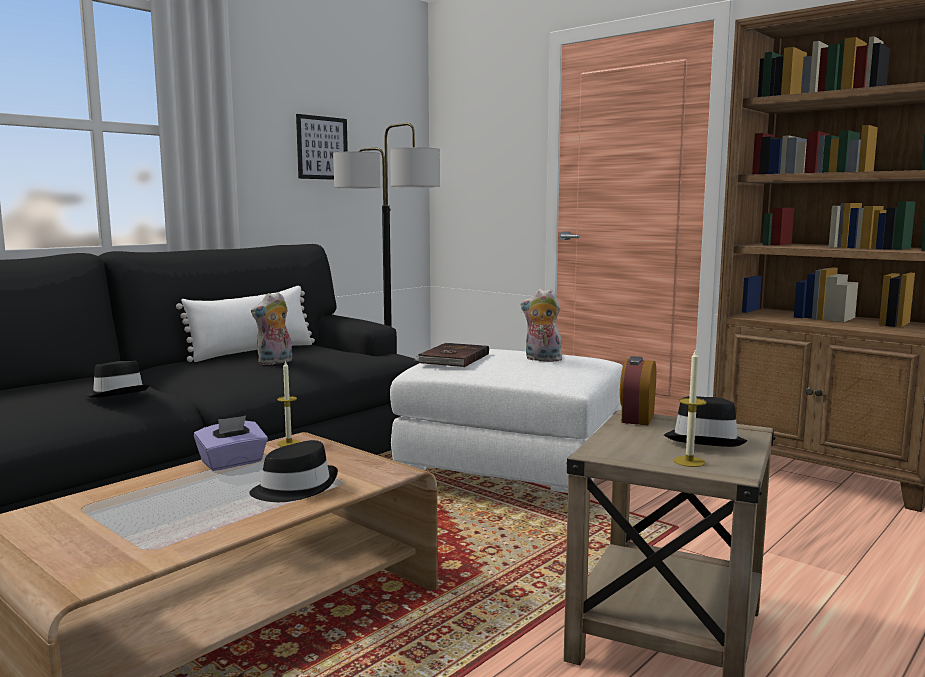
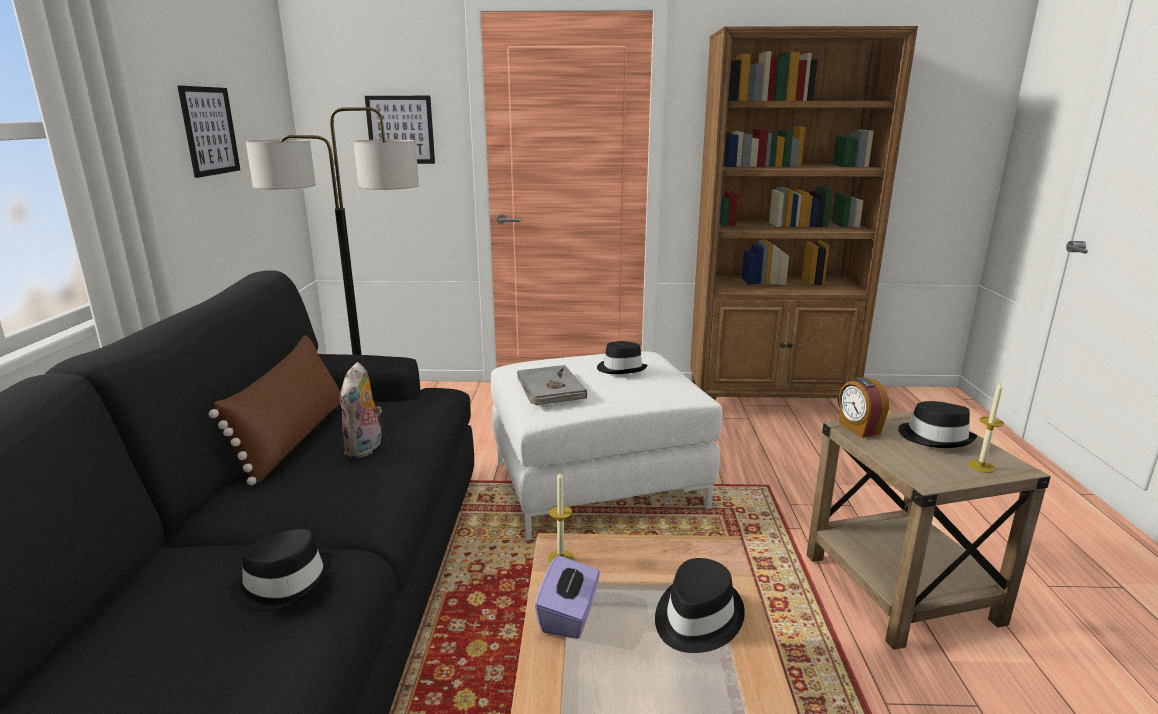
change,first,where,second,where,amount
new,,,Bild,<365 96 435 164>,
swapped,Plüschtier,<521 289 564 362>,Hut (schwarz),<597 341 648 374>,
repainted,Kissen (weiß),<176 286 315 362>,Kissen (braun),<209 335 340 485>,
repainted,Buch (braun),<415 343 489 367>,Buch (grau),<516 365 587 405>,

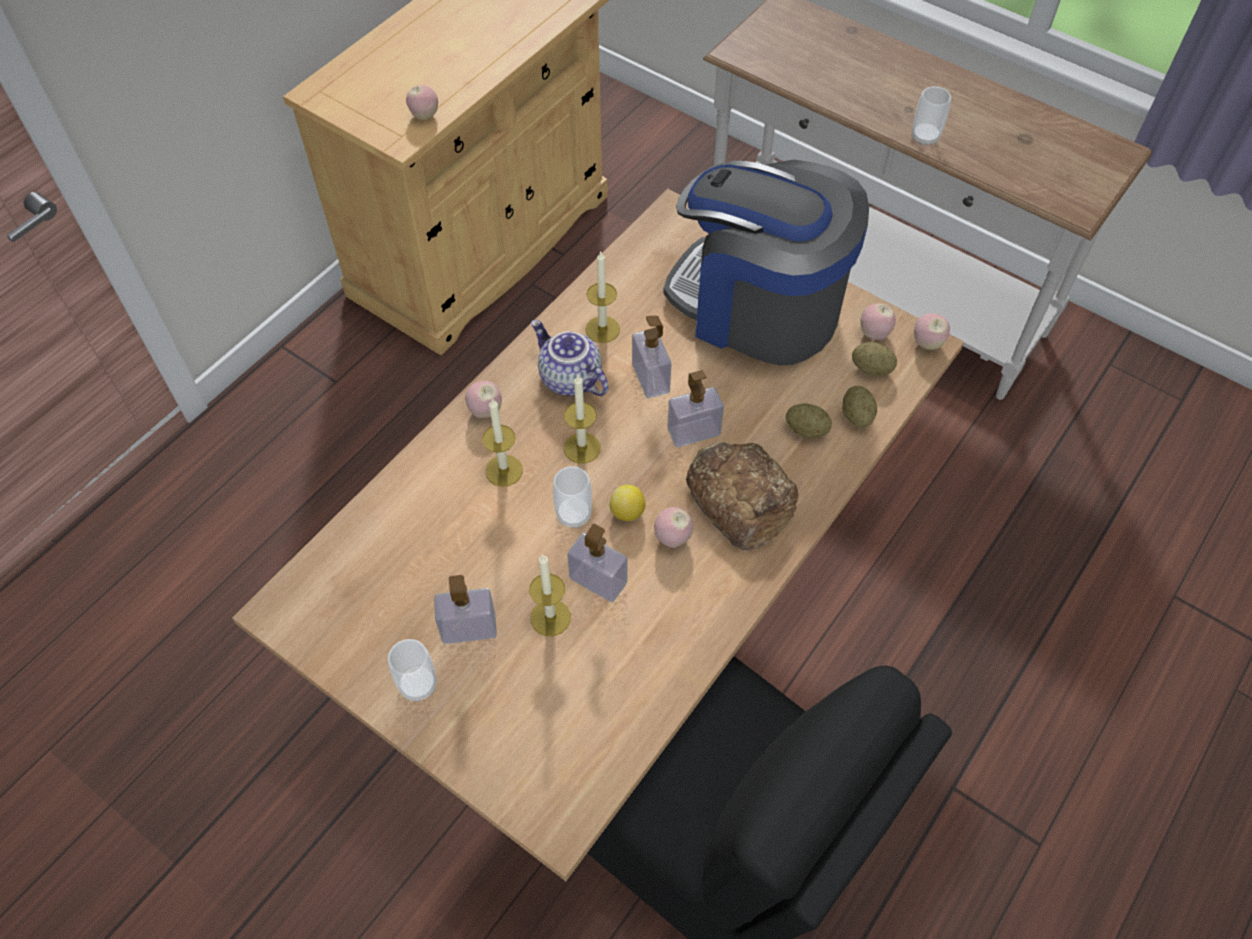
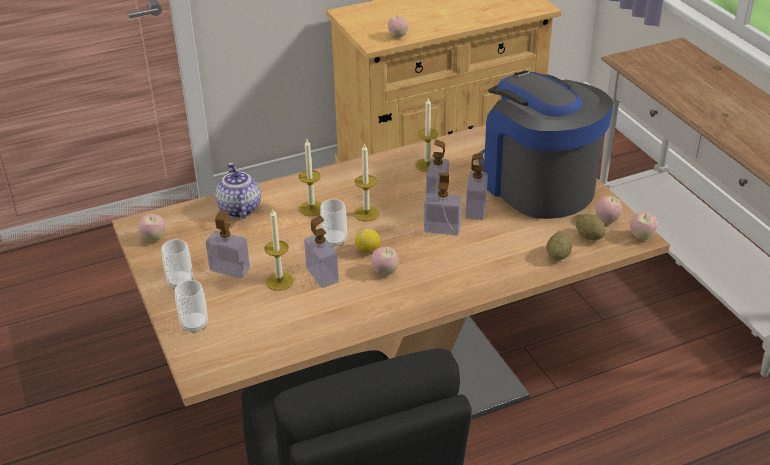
change,first,where,second,where,amount
gone,Brot,<686 442 798 550>,,,
gone,Kartoffel,<786 404 832 438>,,,
new,,,Seifenspender,<465 153 488 220>,
shifted,Apfel,<465 381 502 418>,,<138 214 165 241>,
shifted,Teekanne,<531 320 609 396>,,<215 162 261 219>,
shifted,Tasse,<912 86 951 146>,,<175 280 208 333>,

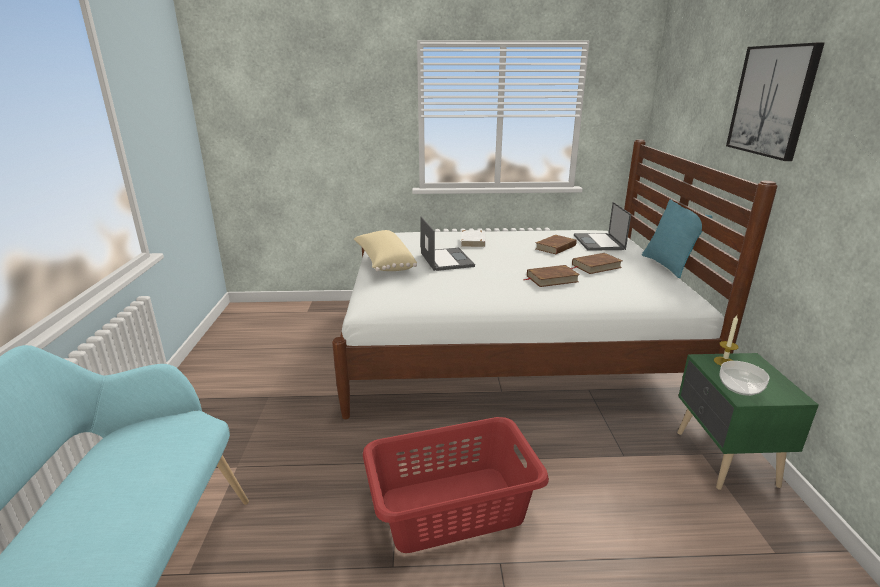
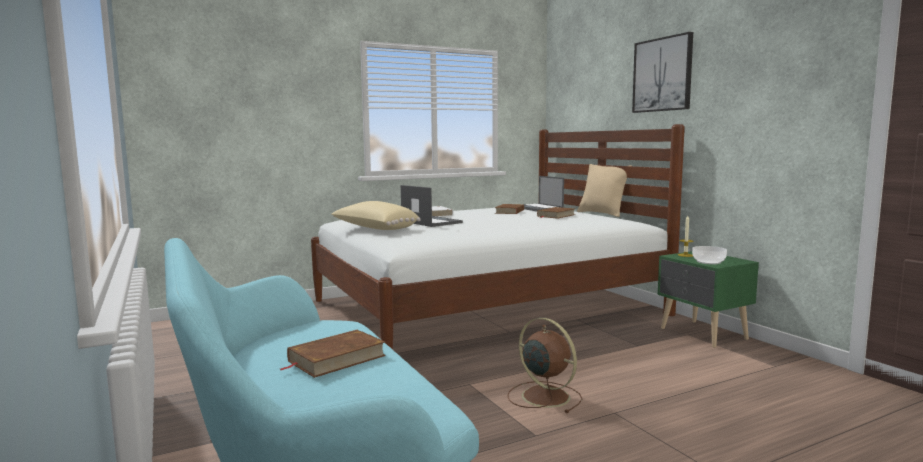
change,first,where,second,where,amount
shifted,Buch (braun),<522 265 580 287>,,<281 329 386 378>,
swapped,Wäschekorb (rot),<363 417 549 553>,Ventilator (braun),<507 318 582 413>,
repainted,Kissen (türkis),<642 199 712 278>,Kissen (beige),<577 164 632 217>,

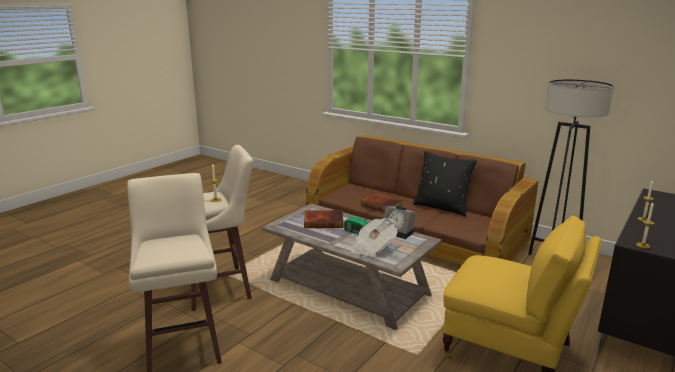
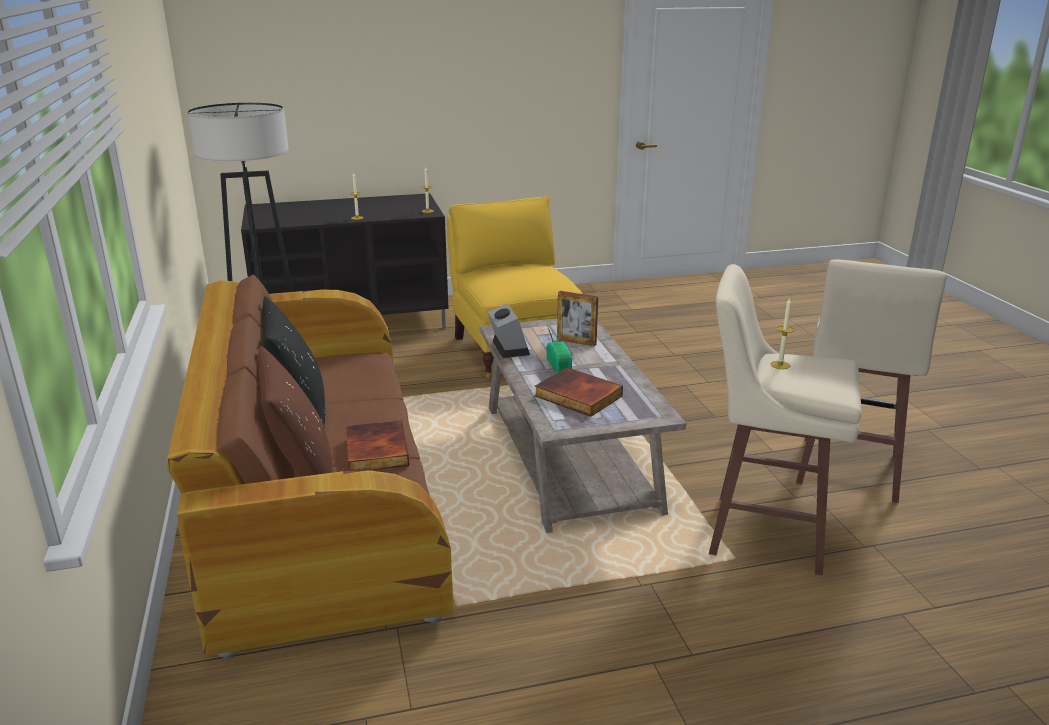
change,first,where,second,where,amount
new,,,Kissen (braun),<258 346 333 477>,
swapped,Zeitung,<351 218 397 256>,Bilderrahmen,<557 291 598 346>,

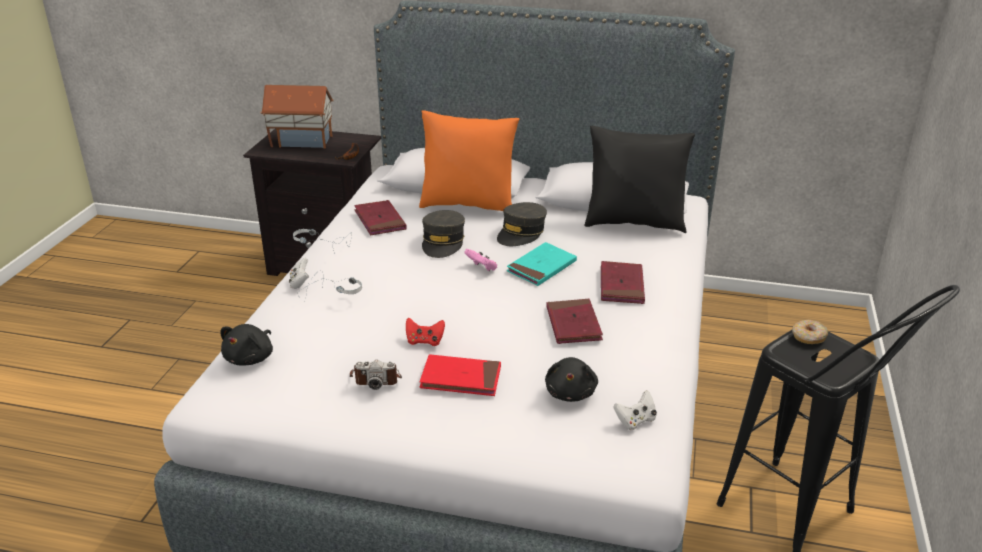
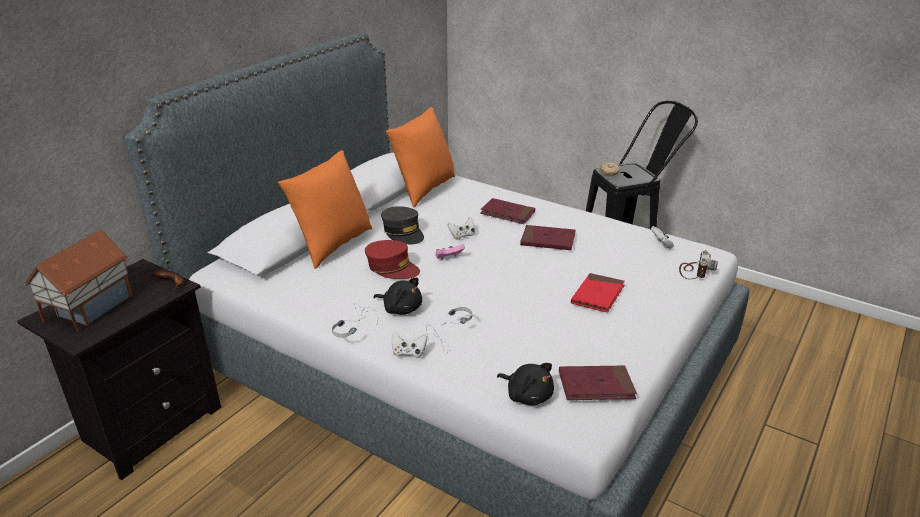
change,first,where,second,where,amount
gone,Gamepad (rot),<406 318 445 346>,,,
shifted,Kamera,<350 360 402 390>,,<679 250 718 279>,
shifted,Buch (rot),<354 200 407 235>,,<559 365 637 400>,
shifted,Plüschtier (schwarz),<545 357 598 402>,,<373 278 422 315>,
swapped,Buch (türkis),<507 242 577 286>,Gamepad (weiß),<447 217 475 240>,
repainted,Kappe (grau),<422 210 465 258>,Kappe (rot),<365 240 420 279>,
repainted,Kissen (schwarz),<585 126 695 233>,Kissen (orange),<386 107 455 207>,

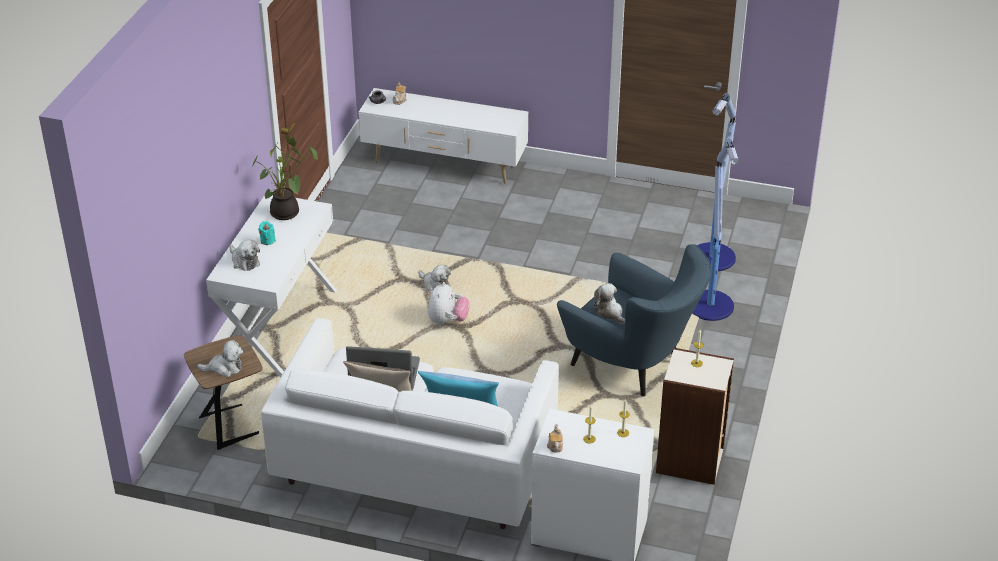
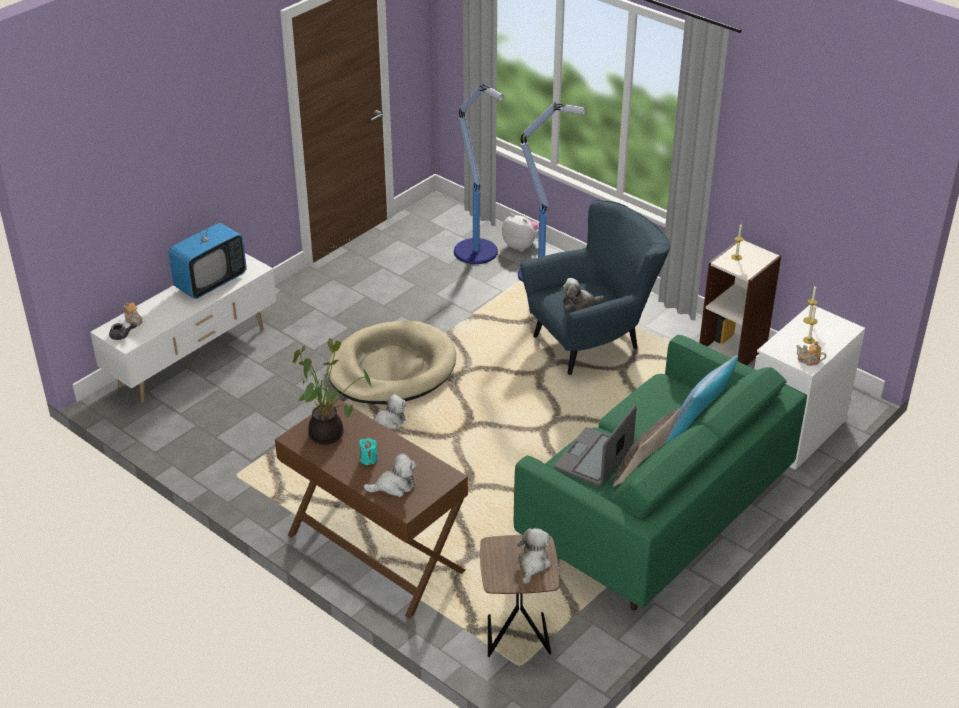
change,first,where,second,where,amount
new,,,Fernseher,<168 204 247 299>,
new,,,Hundebett (beige),<327 321 456 405>,
shifted,Plüschtier,<428 282 470 325>,,<502 213 539 252>,
repainted,Konsolentisch (weiß),<206 195 337 377>,Konsolentisch (braun),<275 398 468 619>,
repainted,Sofa (weiß),<261 318 559 529>,Sofa (grün),<514 335 807 610>,

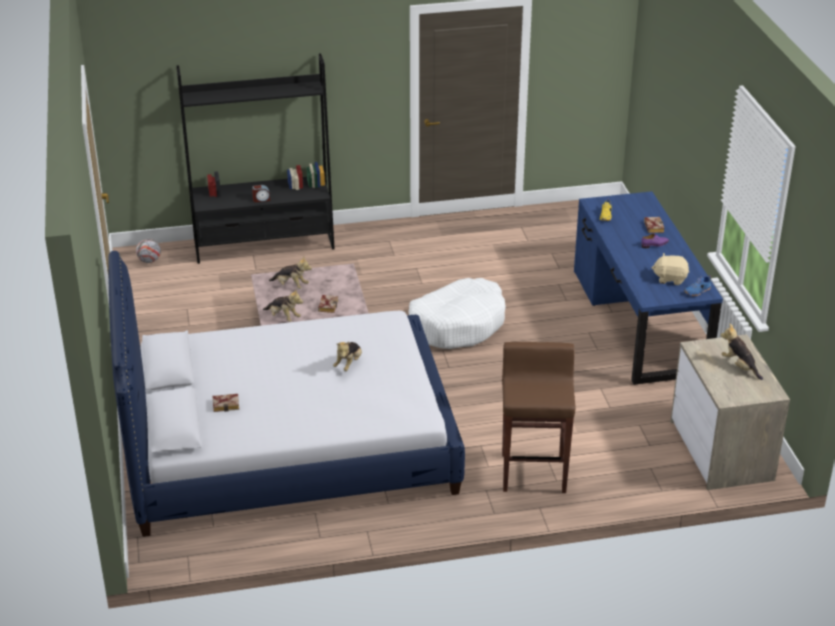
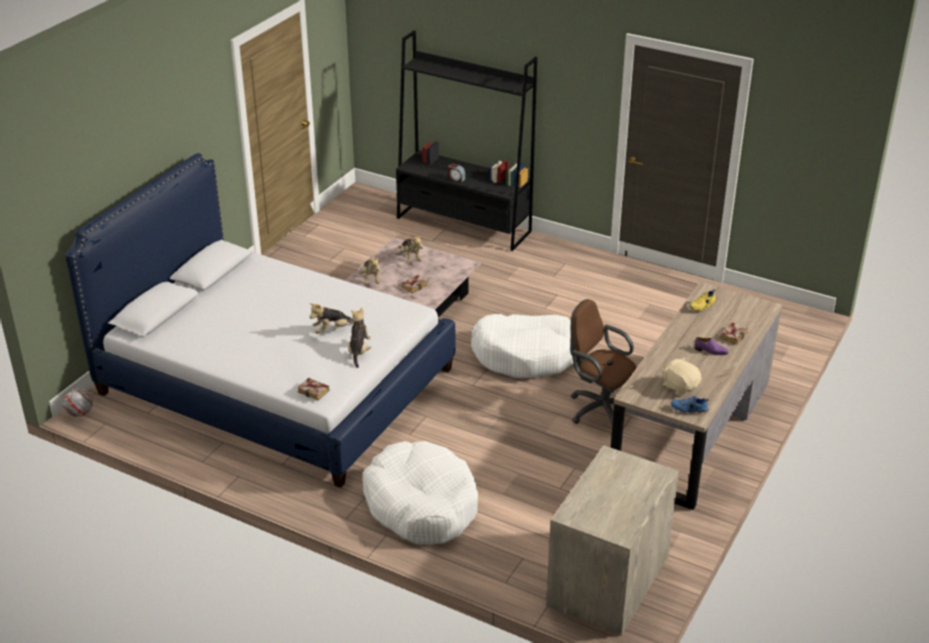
change,first,where,second,where,amount
new,,,Bürostuhl (braun),<570 299 636 424>,
shifted,Fußball,<136 239 161 263>,,<63 388 93 417>,
shifted,Buch,<213 394 239 412>,,<297 378 329 400>,
shifted,Plüschtier,<721 324 763 380>,,<348 307 371 368>,
swapped,Hocker (braun),<502 342 576 493>,Hundebett (weiß),<363 441 478 544>,
repainted,Schreibtisch (blau),<574 191 723 385>,Schreibtisch (braun),<611 282 782 510>,

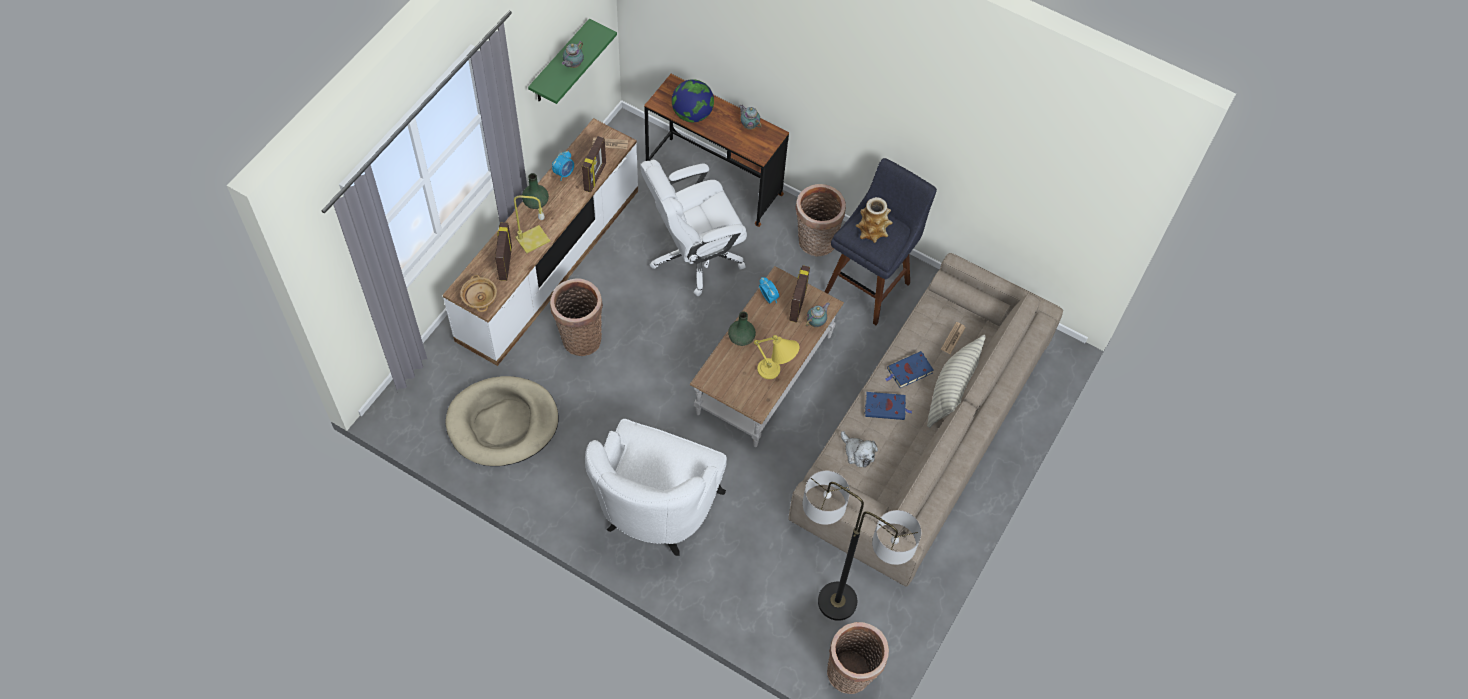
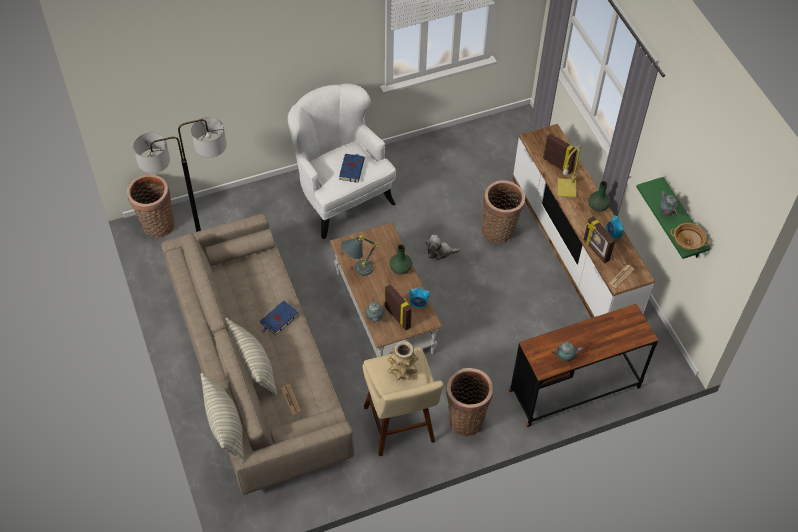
change,first,where,second,where,amount
gone,Hundebett (beige),<445 376 559 466>,,,
gone,Bürostuhl (weiß),<640 160 747 296>,,,
gone,Globus,<672 79 714 122>,,,
new,,,Kissen,<201 373 244 464>,
shifted,Schüssel (beige),<460 275 497 312>,,<670 223 710 250>,
shifted,Plüschtier,<841 431 878 468>,,<426 235 460 261>,
shifted,Buch (blau),<885 351 934 388>,,<339 154 365 182>,
repainted,Tischlampe (gelb),<754 335 799 379>,Tischlampe (grau),<341 235 378 276>,
repainted,Hocker (blau),<825 158 937 325>,Hocker (beige),<362 347 443 456>,

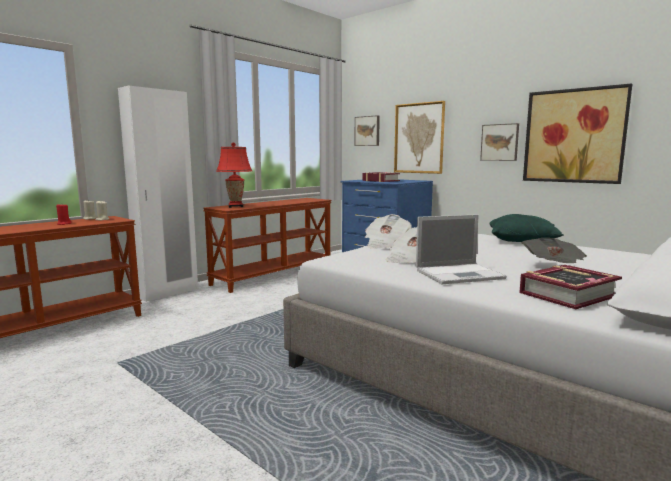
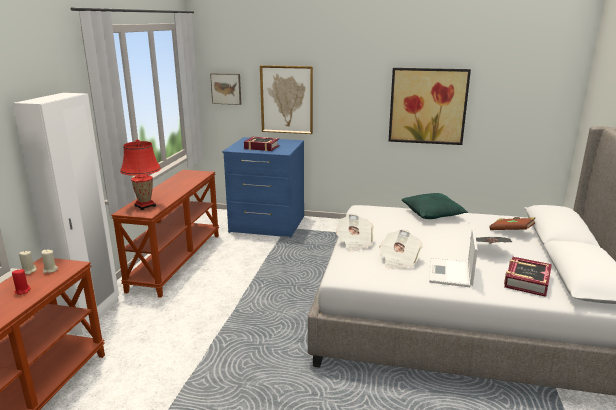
change,first,where,second,where,amount
gone,Bild,<480 123 519 161>,,,
new,,,Buch (braun),<489 217 535 230>,
rotated,Laptop,<416 214 507 284>,,<429 228 478 287>,150 degrees clockwise

